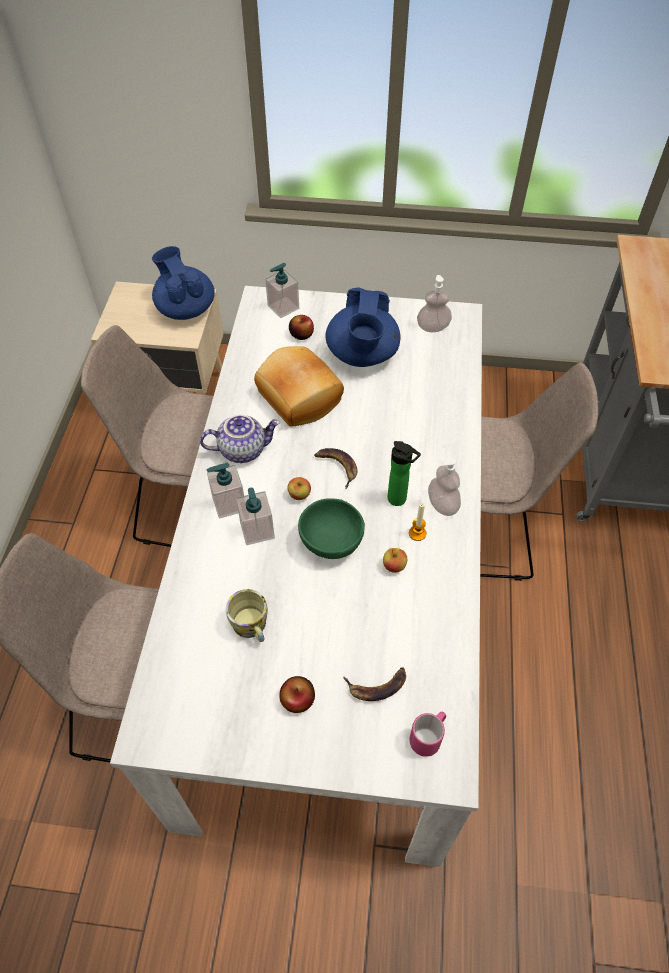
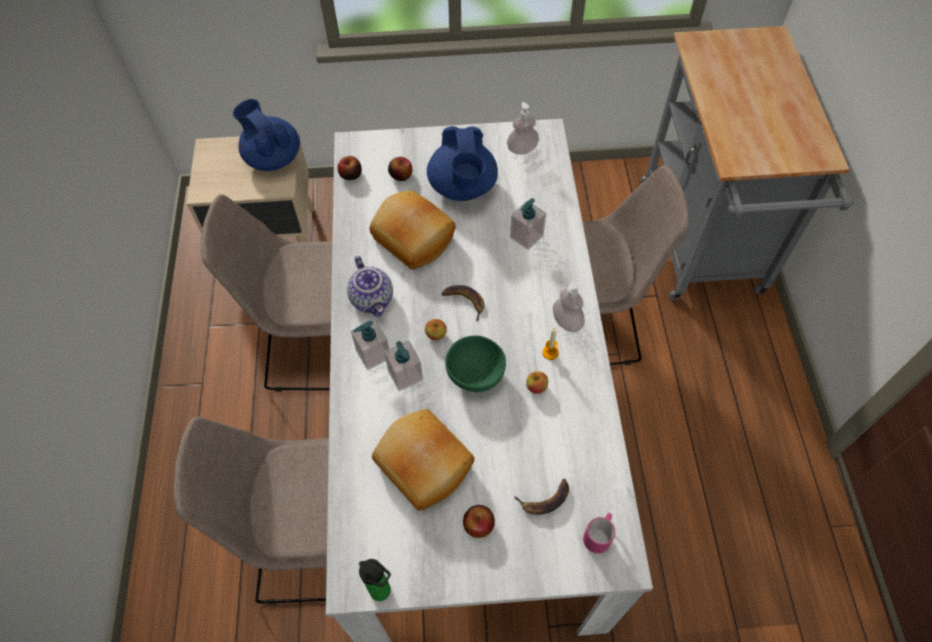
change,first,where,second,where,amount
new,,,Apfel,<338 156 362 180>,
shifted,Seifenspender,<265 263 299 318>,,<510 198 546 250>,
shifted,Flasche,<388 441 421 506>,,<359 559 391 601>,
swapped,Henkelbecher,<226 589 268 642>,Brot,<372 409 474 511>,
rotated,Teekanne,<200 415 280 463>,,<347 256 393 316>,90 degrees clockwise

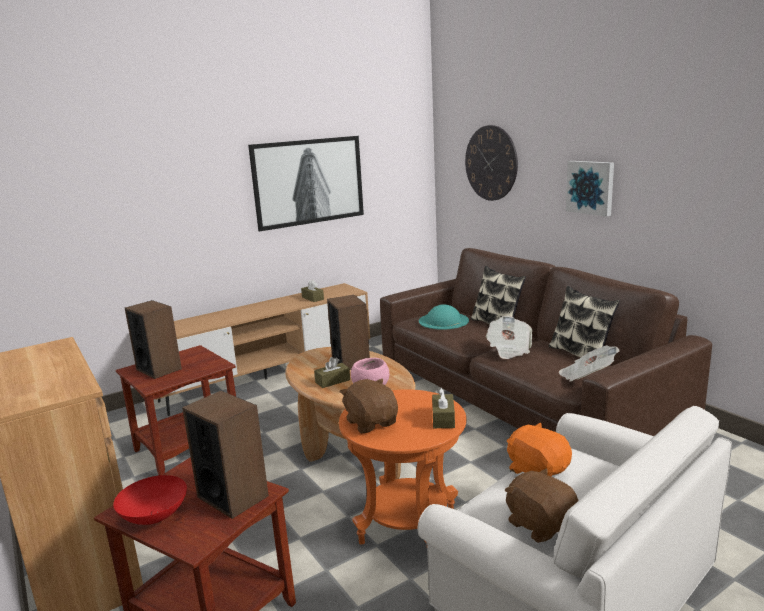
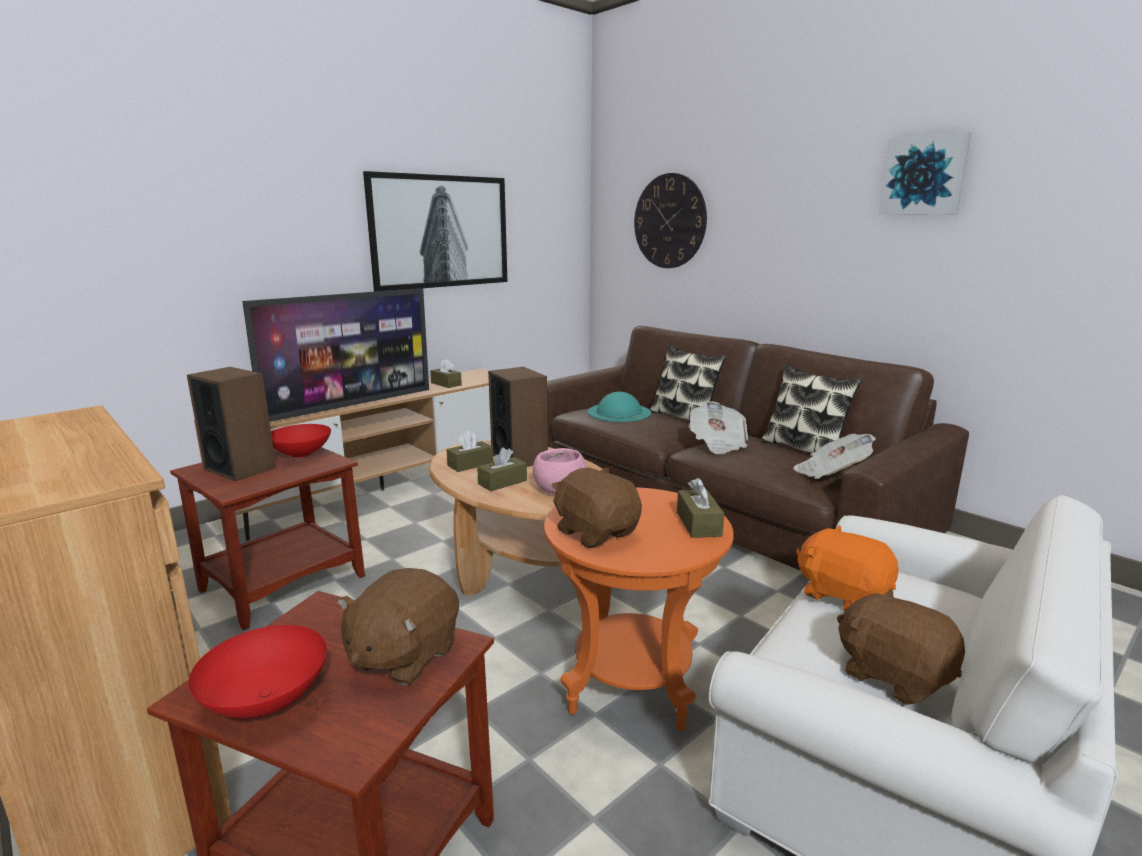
change,first,where,second,where,amount
new,,,Fernseher,<242 288 429 422>,
new,,,Schüssel (rot),<271 424 331 458>,
new,,,Taschentuchbox (braun),<446 431 494 472>,
shifted,Bild,<566 161 614 217>,,<879 132 972 215>,
swapped,Lautsprecher,<182 391 269 519>,Plüschtier (braun),<337 568 459 685>,

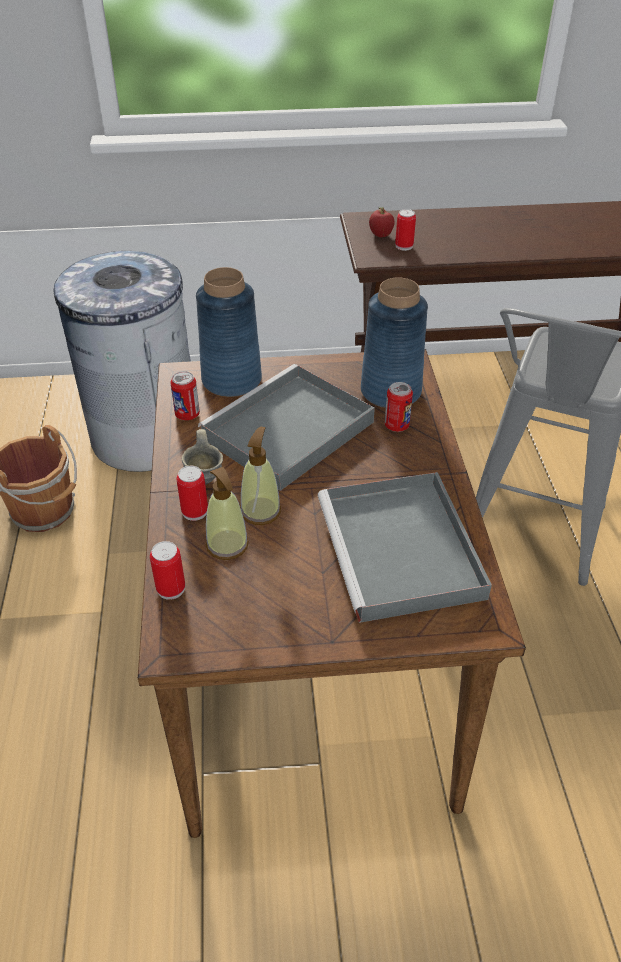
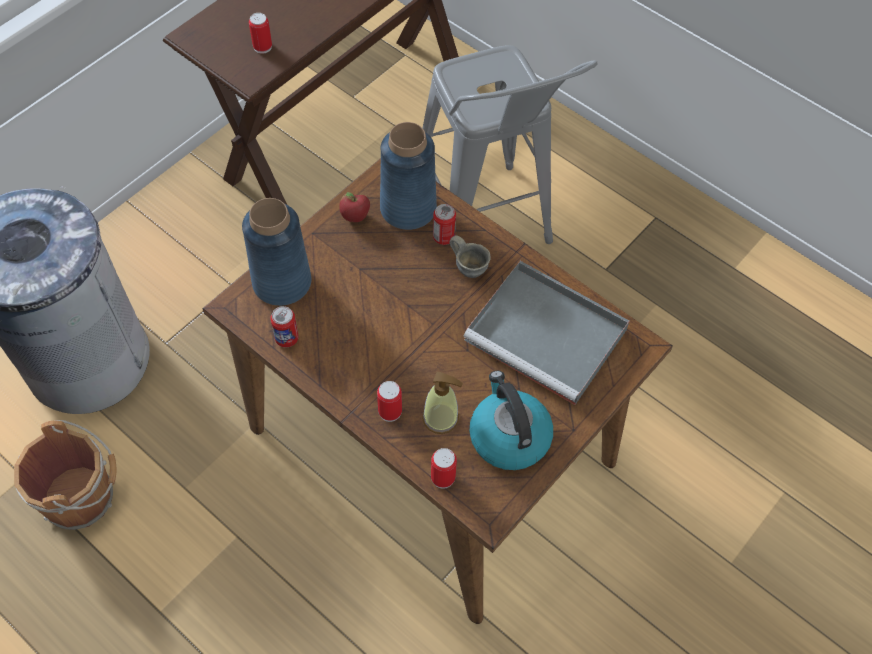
change,first,where,second,where,amount
gone,Tablett (grau),<198 364 375 491>,,,
gone,Seifenspender,<241 427 281 525>,,,
new,,,Wasserkessel,<470 371 553 470>,
shifted,Henkelbecher (grau),<182 429 223 485>,,<449 235 491 278>,
shifted,Apfel,<369 207 395 237>,,<340 192 370 222>,

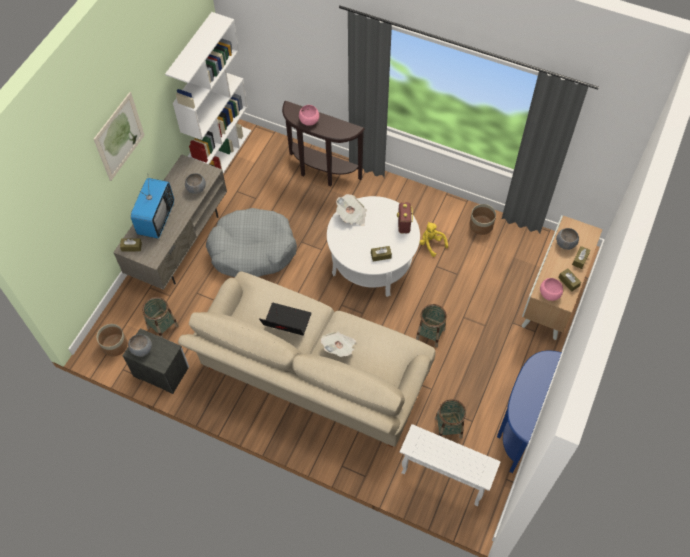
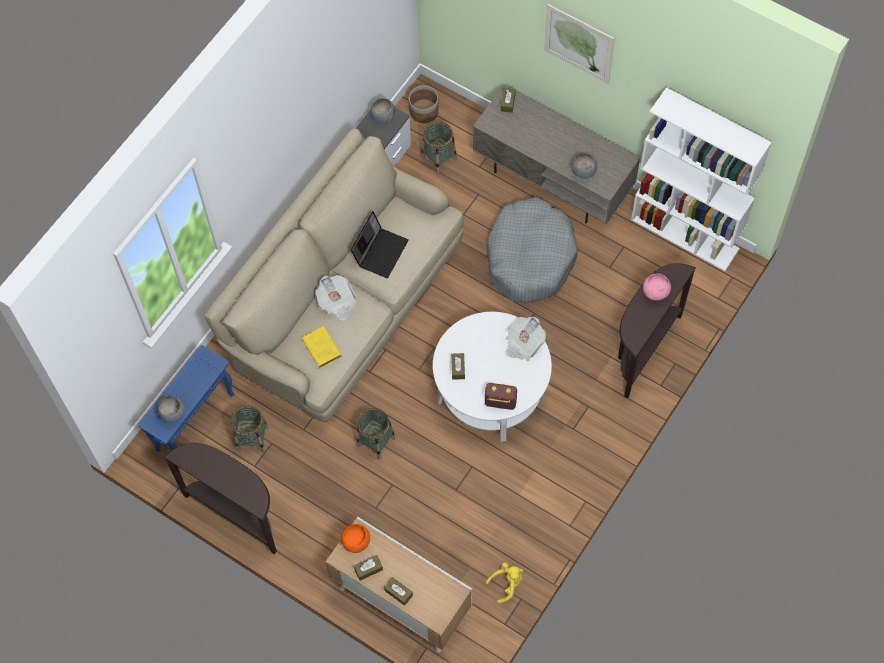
change,first,where,second,where,amount
gone,Fernseher,<131 178 174 239>,,,
gone,Pflanzkübel,<469 204 496 235>,,,
new,,,Buch (gelb),<302 326 342 369>,
shifted,Plüschtier (gelb),<420 222 448 257>,,<485 562 523 604>,
shifted,Schüssel (grau),<556 228 579 250>,,<157 395 185 423>,
repainted,Beistelltisch (weiß),<400 424 501 506>,Beistelltisch (blau),<138 345 235 452>,
repainted,Konsolentisch (blau),<497 350 562 473>,Konsolentisch (braun),<163 443 277 555>,
repainted,Schüssel (rosa),<540 278 563 301>,Schüssel (orange),<341 524 370 553>,

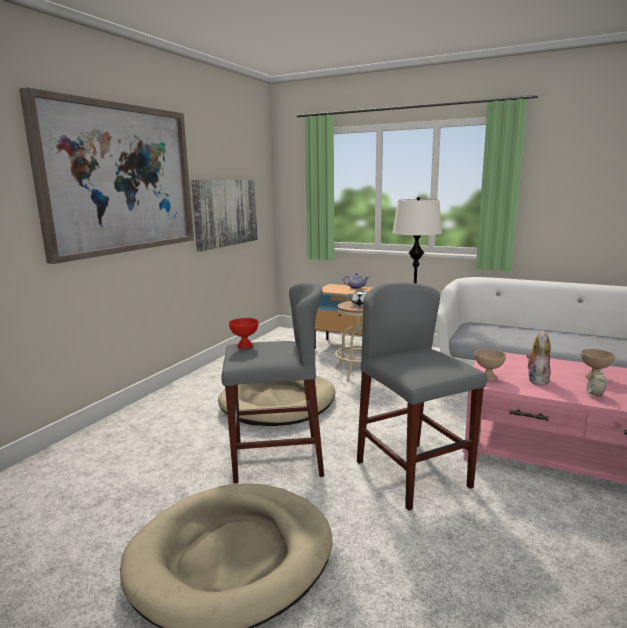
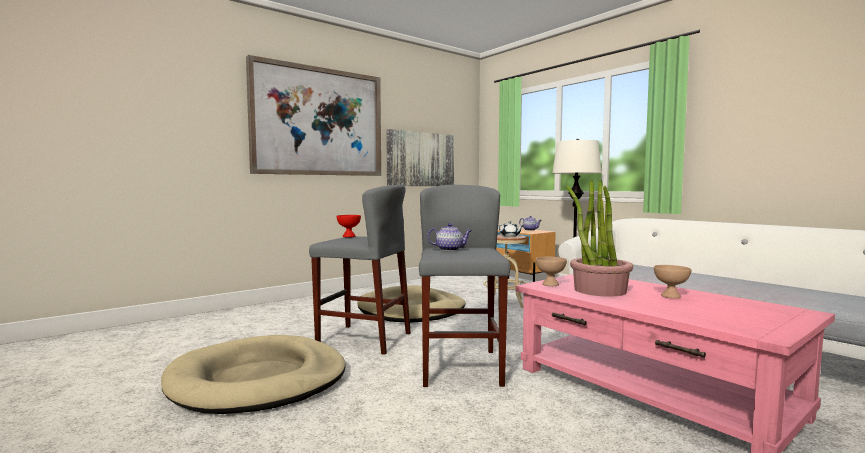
change,first,where,second,where,amount
gone,Wecker,<587 369 606 397>,,,
new,,,Teekanne,<427 223 472 251>,
swapped,Plüschtier,<526 330 550 385>,Topfpflanze,<566 179 633 296>,

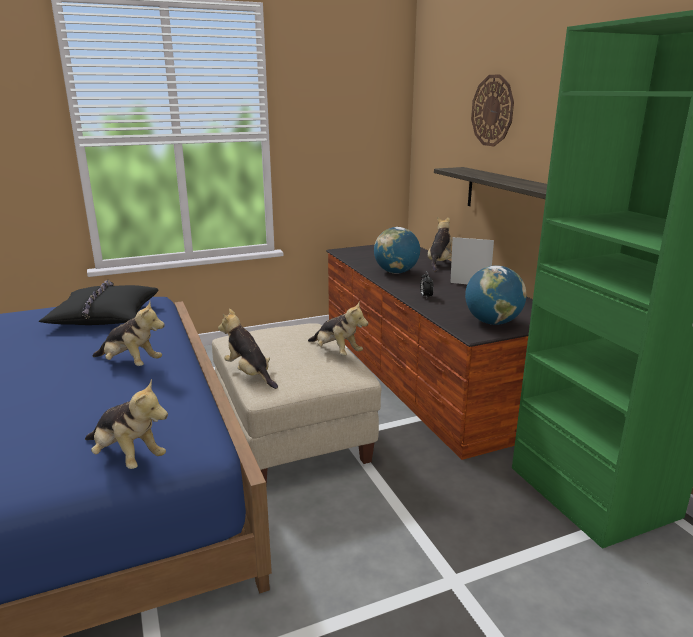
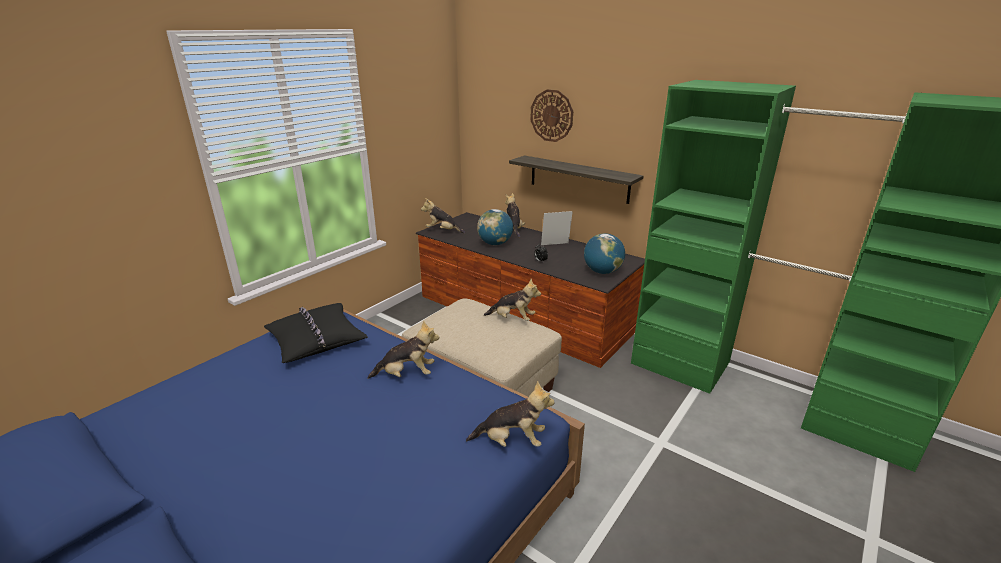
change,first,where,second,where,amount
shifted,Plüschtier,<218 309 278 389>,,<421 198 465 233>,

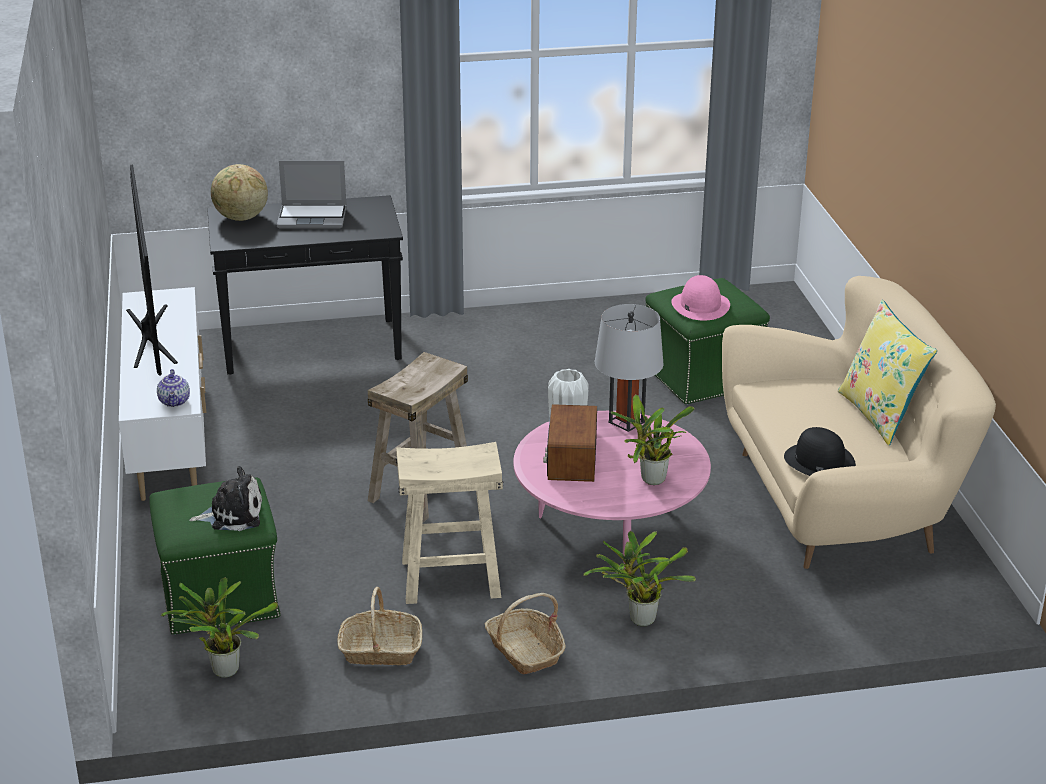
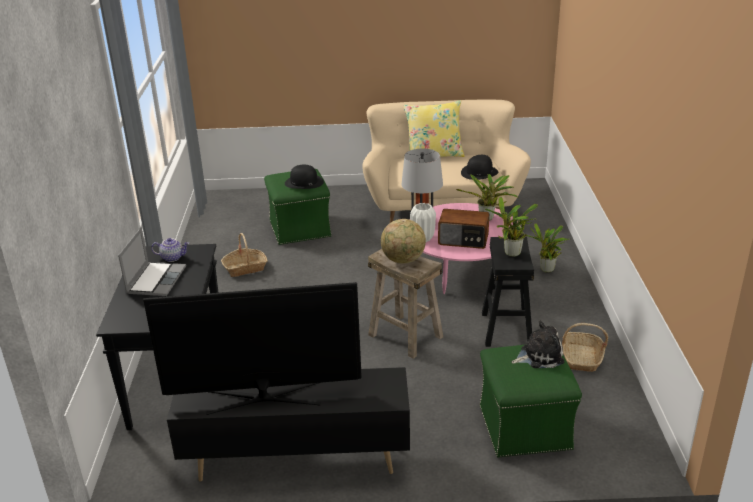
change,first,where,second,where,amount
shifted,Teekanne,<157 369 190 407>,,<151 238 189 262>,
shifted,Topfpflanze,<161 577 278 678>,,<485 197 538 257>,
shifted,Globus,<211 164 268 221>,,<381 219 426 264>,
shifted,Korb,<484 593 566 675>,,<221 233 268 277>,
repainted,Fernsehschrank (weiß),<119 287 206 501>,Fernsehschrank (schwarz),<167 367 410 482>,
repainted,Hocker (beige),<396 442 503 604>,Hocker (schwarz),<482 237 534 347>,
repainted,Hut (rosa),<671 275 730 320>,Hut (schwarz),<285 165 324 189>,
rotated,Plüschtier,<190 466 262 531>,,<511 321 565 368>,75 degrees clockwise

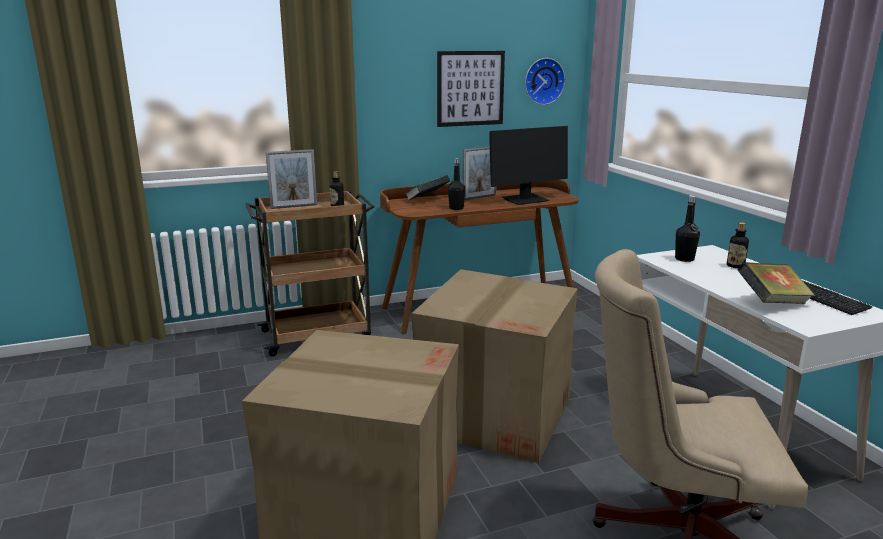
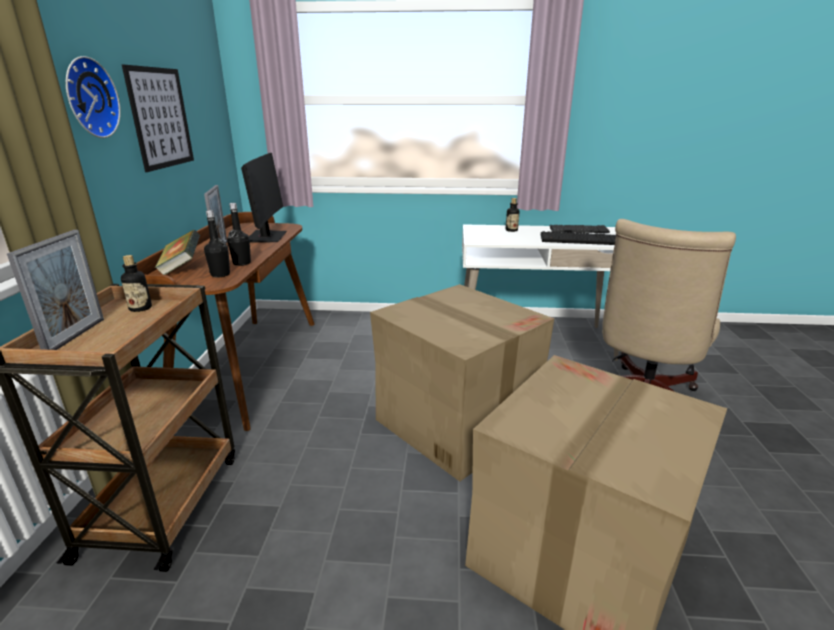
change,first,where,second,where,amount
shifted,Wanduhr,<525 58 565 105>,,<66 56 121 138>,
shifted,Flasche (schwarz),<675 195 700 262>,,<204 210 230 278>,
swapped,Buch,<737 262 815 304>,Tastatur,<541 231 616 245>,

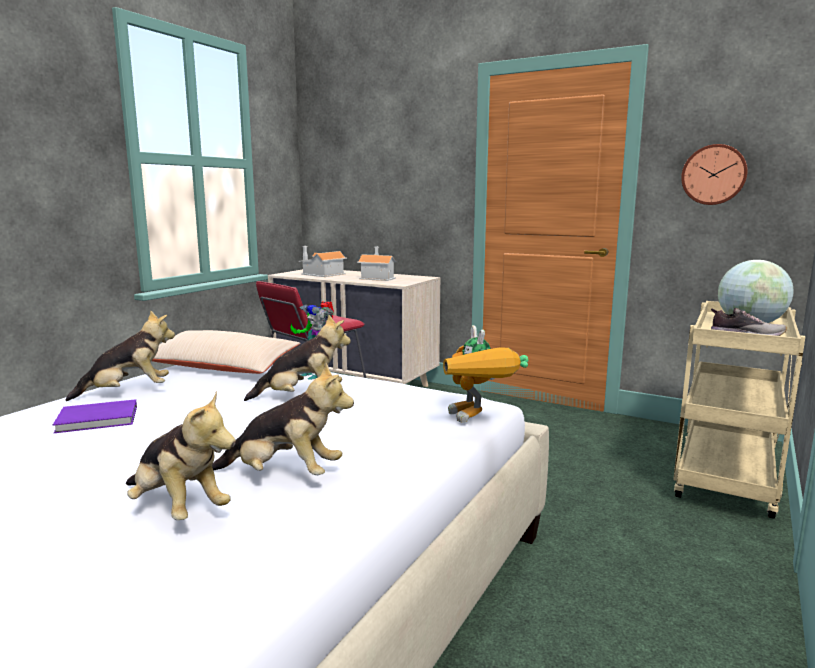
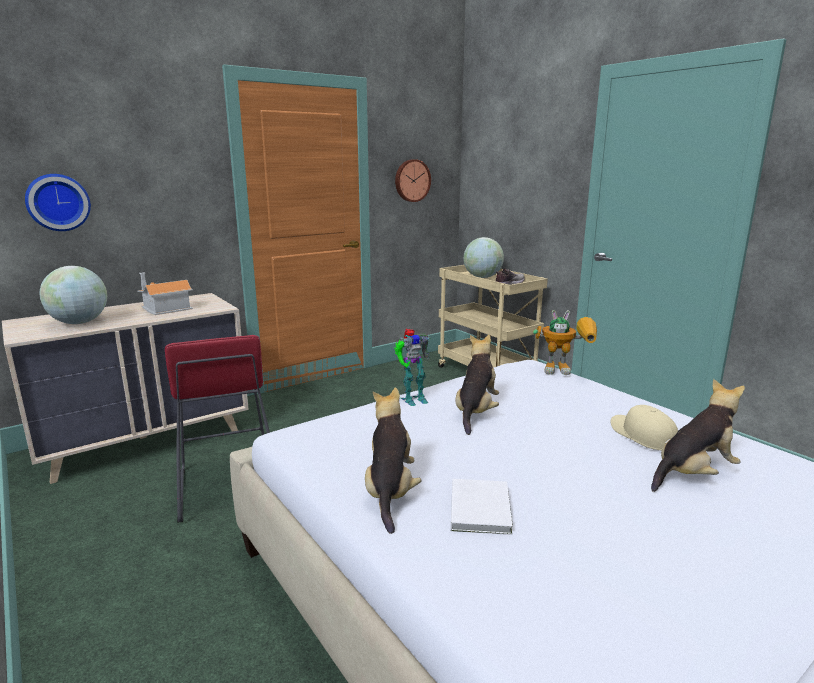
change,first,where,second,where,amount
gone,Kissen (beige),<152 330 300 374>,,,
new,,,Wanduhr,<25 174 91 231>,
swapped,Plüschtier,<212 363 354 475>,Kappe (beige),<611 405 678 450>,
swapped,Spielzeughaus,<299 246 347 277>,Globus,<39 266 107 324>,
repainted,Buch (lila),<53 399 137 433>,Buch (weiß),<451 479 513 535>,

